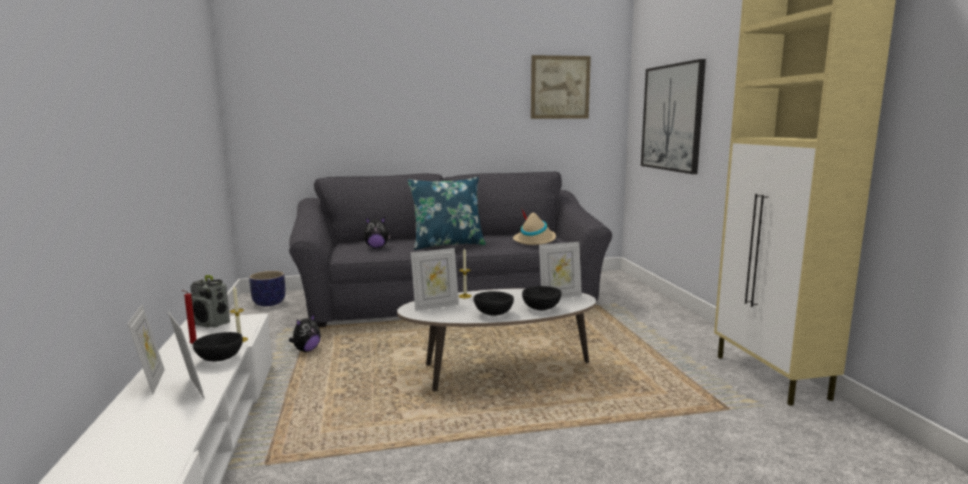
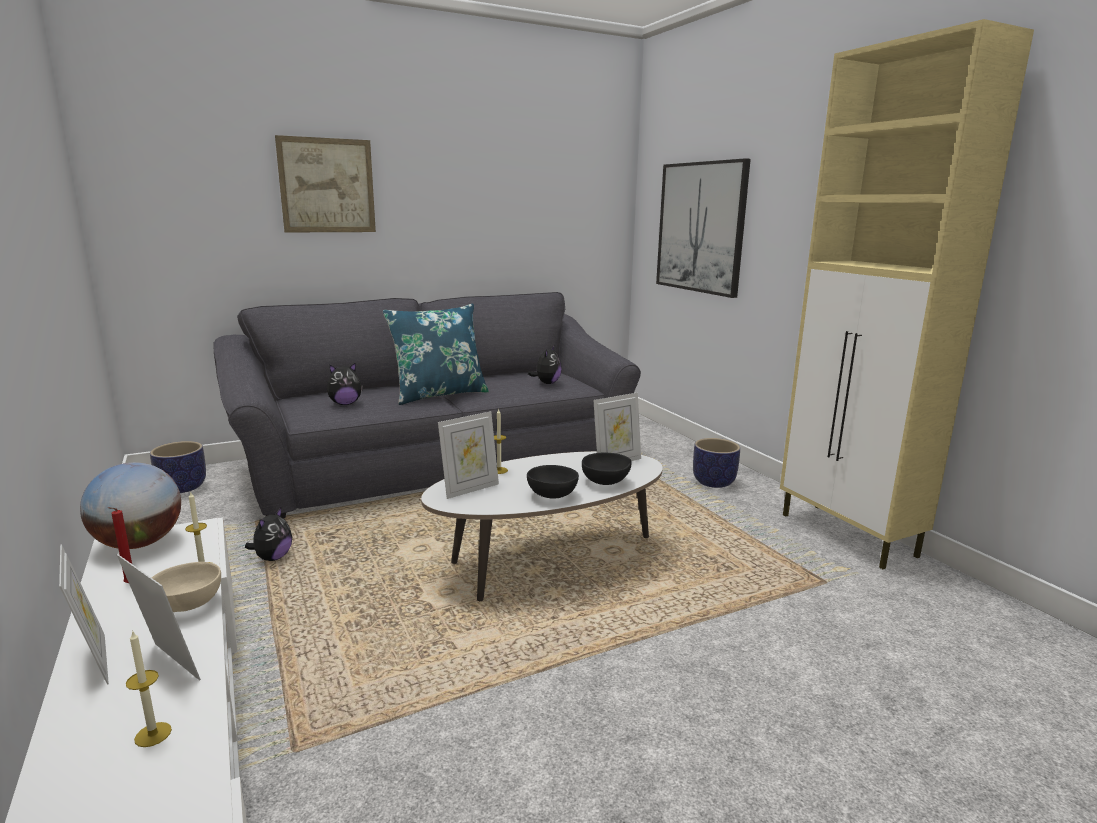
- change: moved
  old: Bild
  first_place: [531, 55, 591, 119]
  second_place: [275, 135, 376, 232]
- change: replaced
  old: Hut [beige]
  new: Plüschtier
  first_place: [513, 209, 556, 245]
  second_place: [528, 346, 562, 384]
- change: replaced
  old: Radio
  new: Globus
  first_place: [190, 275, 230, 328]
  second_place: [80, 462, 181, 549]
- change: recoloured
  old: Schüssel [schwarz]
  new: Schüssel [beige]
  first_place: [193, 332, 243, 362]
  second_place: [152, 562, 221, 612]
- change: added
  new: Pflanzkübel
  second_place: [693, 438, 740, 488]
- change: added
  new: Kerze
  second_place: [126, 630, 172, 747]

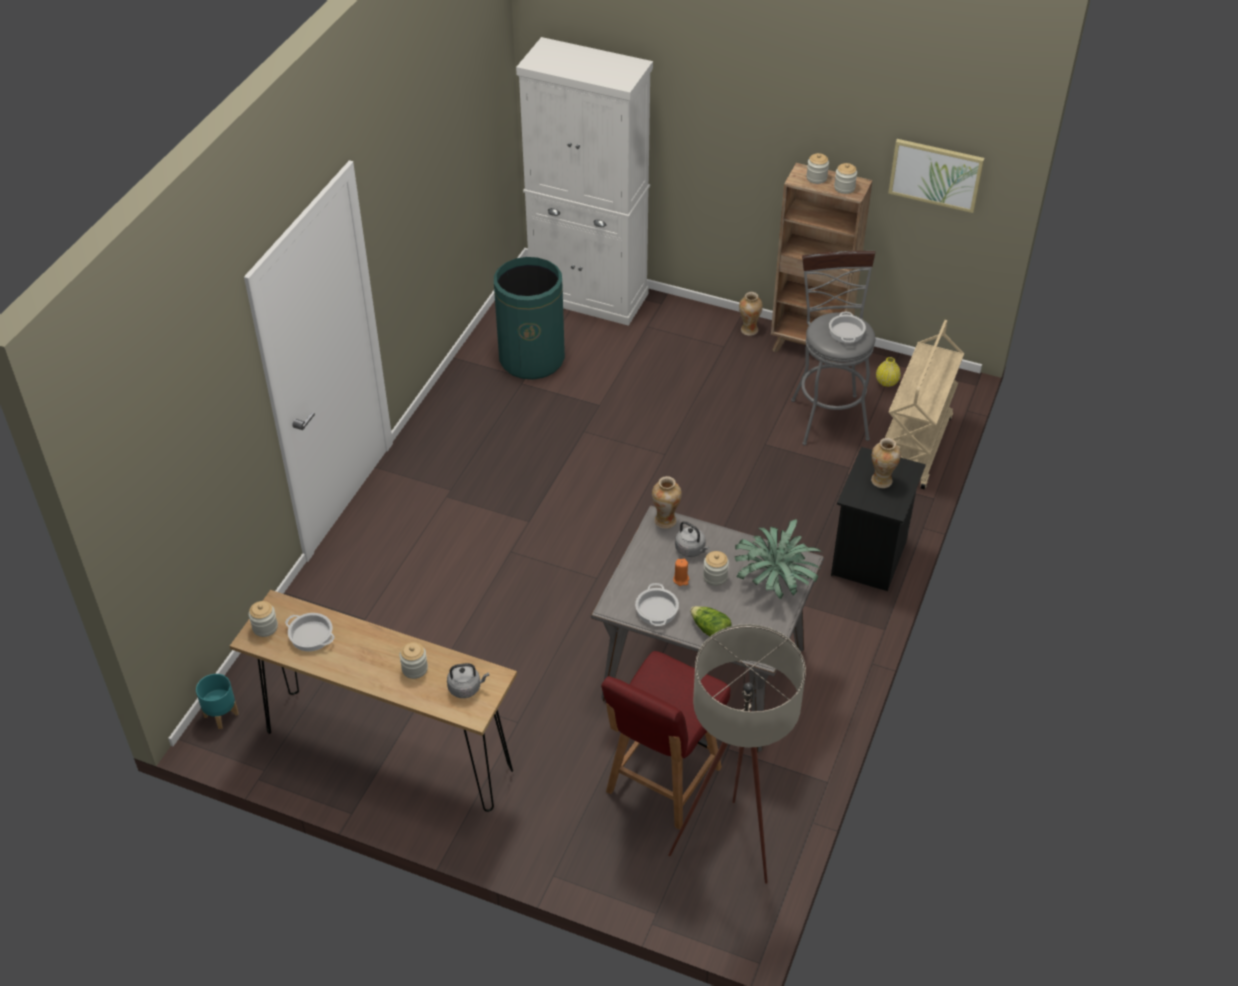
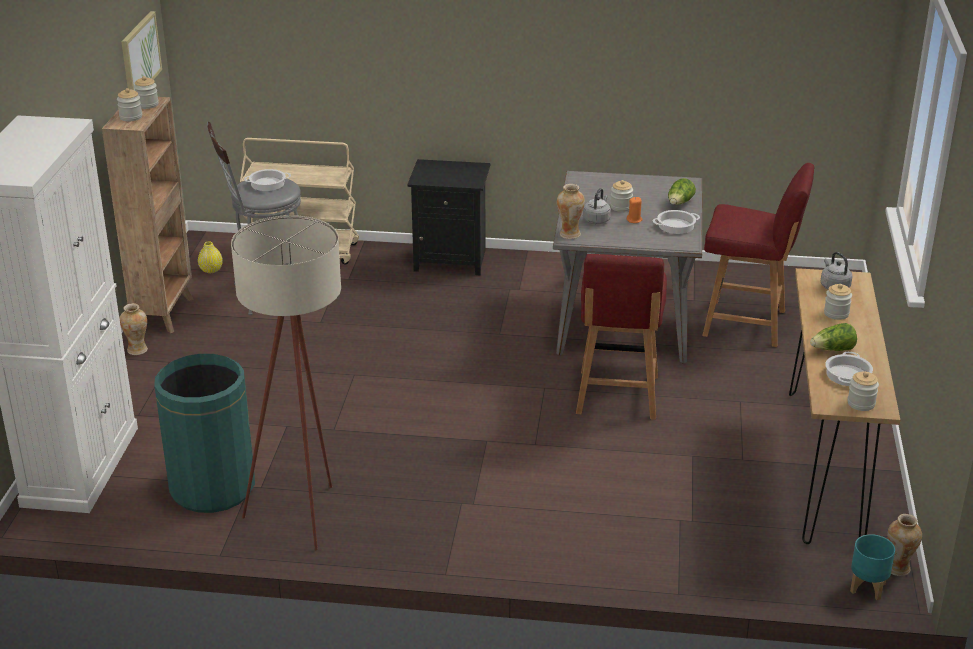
- change: moved
  old: Vase
  first_place: [871, 438, 901, 488]
  second_place: [887, 514, 922, 576]
- change: removed
  old: Topfpflanze
  first_place: [735, 519, 822, 599]
- change: moved
  old: Stehlampe [beige]
  first_place: [668, 624, 806, 884]
  second_place: [231, 215, 341, 550]
- change: added
  new: Stuhl [rot]
  second_place: [576, 254, 667, 420]
- change: added
  new: Salatkopf
  second_place: [810, 323, 857, 351]

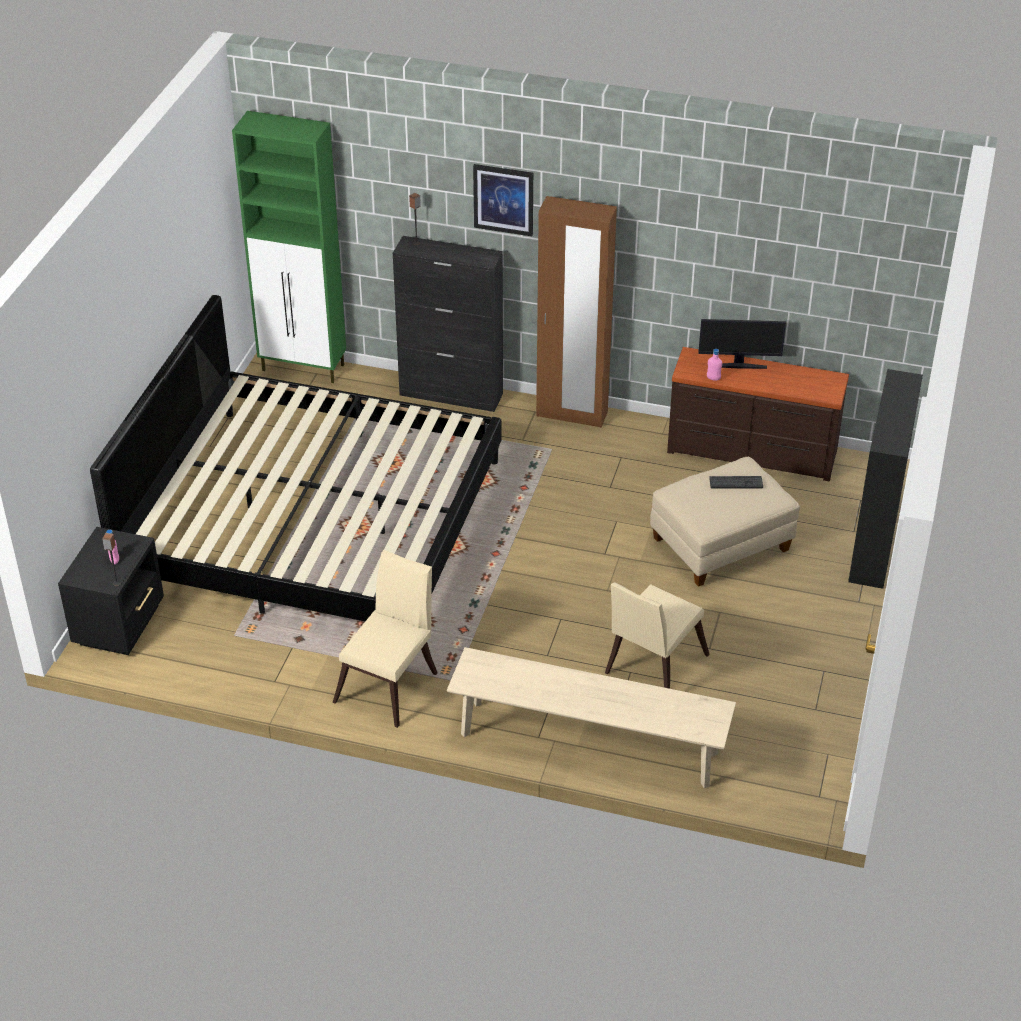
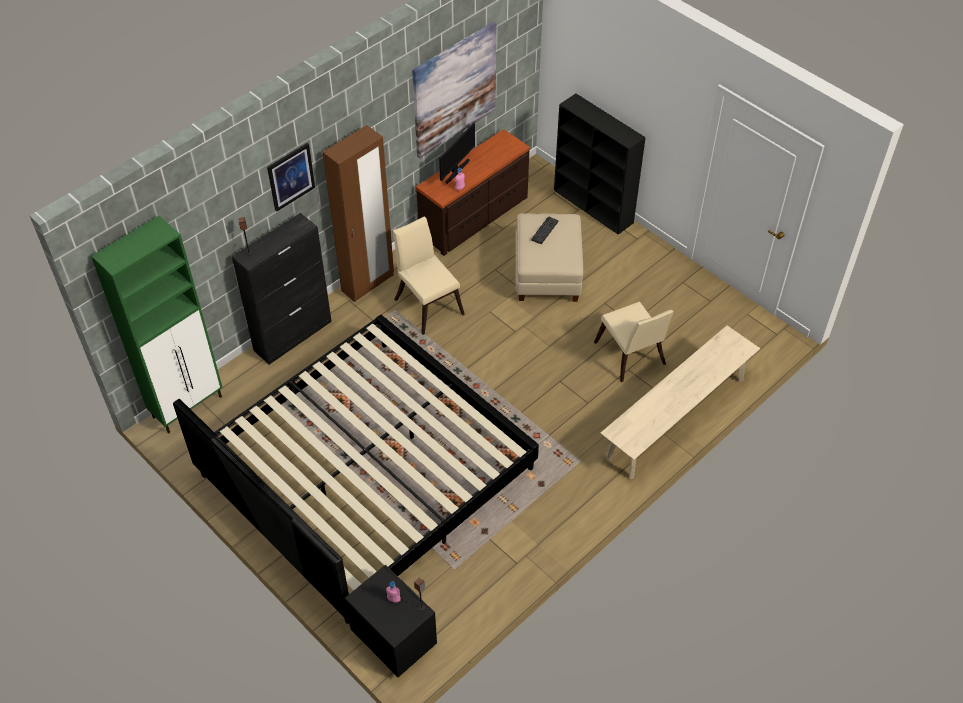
- change: moved
  old: Stuhl [beige]
  first_place: [333, 550, 438, 728]
  second_place: [393, 216, 465, 335]
- change: added
  new: Bild
  second_place: [412, 21, 496, 158]

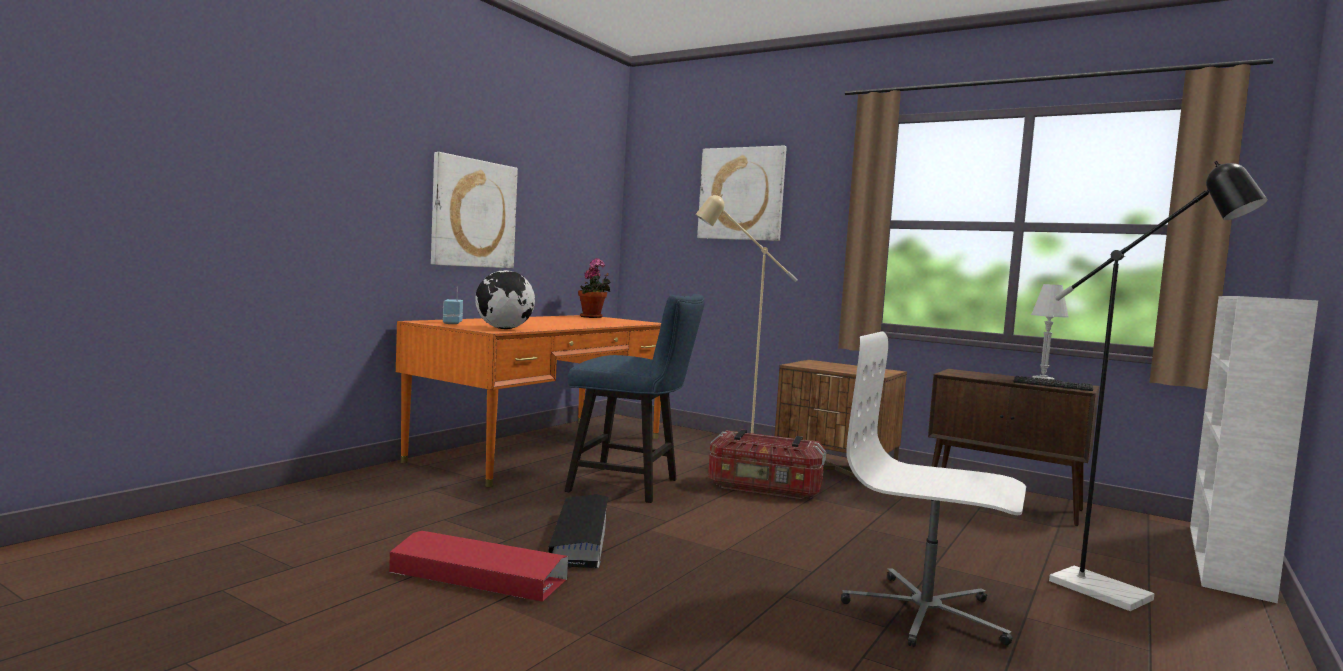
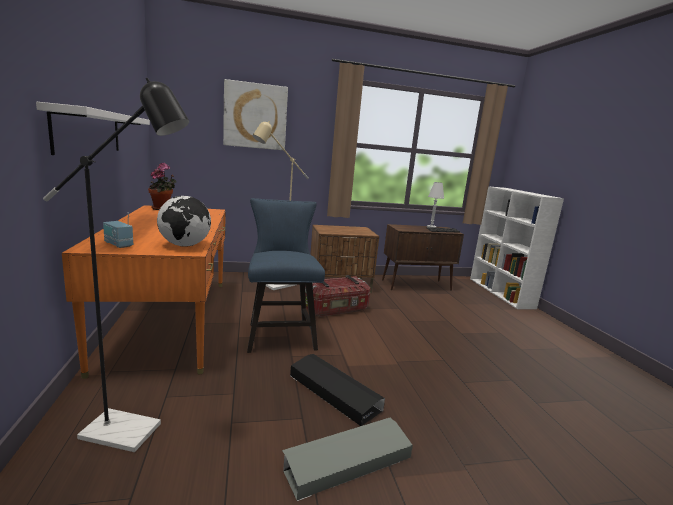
- change: replaced
  old: Bild
  new: Wandregal [weiß]
  first_place: [431, 152, 518, 268]
  second_place: [36, 102, 150, 155]
- change: moved
  old: Stehlampe [schwarz]
  first_place: [1049, 161, 1268, 611]
  second_place: [43, 78, 189, 452]
- change: turned
  old: Stuhl [blau]
  first_place: [564, 294, 705, 503]
  second_place: [247, 198, 325, 353]
  degrees: -75
- change: removed
  old: Bürostuhl [weiß]
  first_place: [841, 332, 1026, 647]
- change: recoloured
  old: Aufbewahrungsbox [rot]
  new: Aufbewahrungsbox [grau]
  first_place: [389, 531, 568, 602]
  second_place: [282, 417, 413, 501]

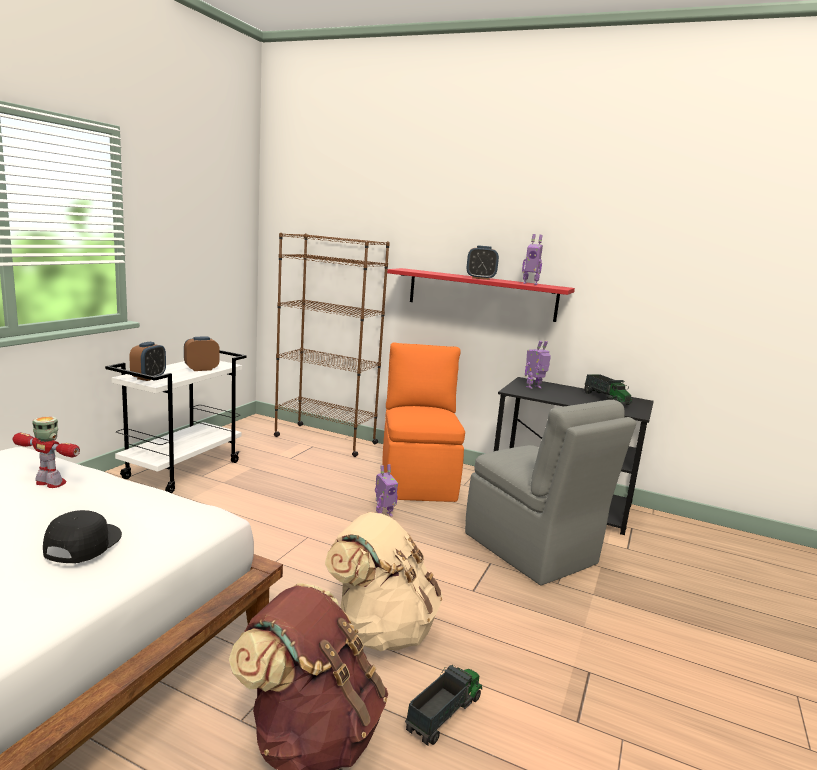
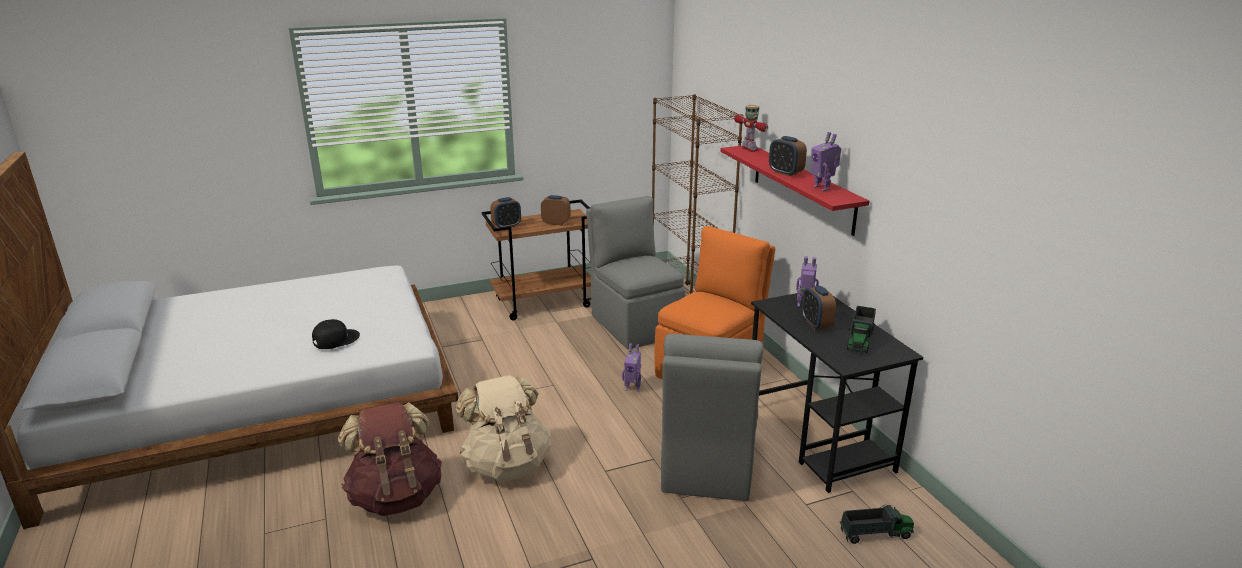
- change: recoloured
  old: Rollwagen [weiß]
  new: Rollwagen [braun]
  first_place: [105, 350, 247, 493]
  second_place: [482, 200, 591, 321]
- change: moved
  old: Spielzeugroboter
  first_place: [13, 416, 80, 488]
  second_place: [734, 105, 768, 152]
- change: moved
  old: Spielzeuglaster
  first_place: [405, 665, 482, 746]
  second_place: [840, 504, 914, 544]
- change: added
  new: Stuhl [grau]
  second_place: [586, 196, 685, 349]
- change: added
  new: Wecker
  second_place: [802, 286, 836, 330]

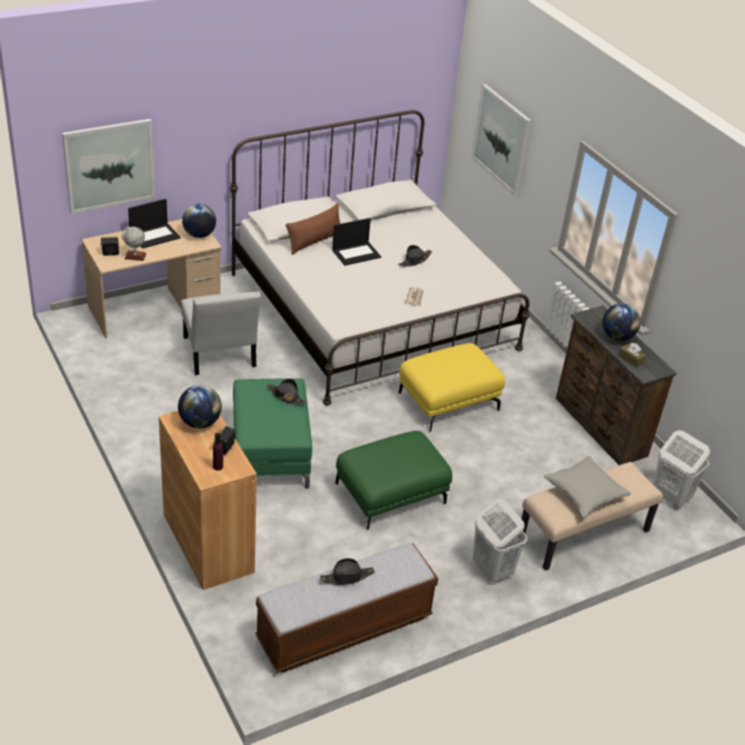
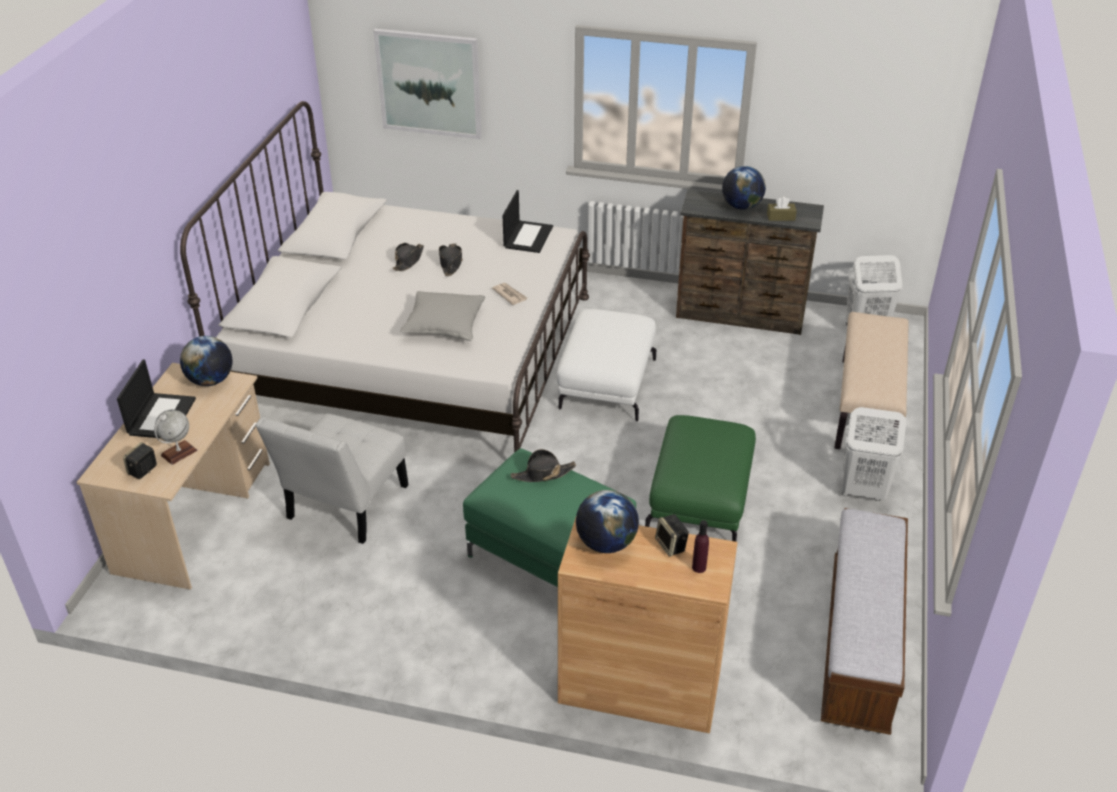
- change: removed
  old: Bild
  first_place: [62, 119, 155, 214]
- change: removed
  old: Kissen [braun]
  first_place: [286, 203, 340, 255]
- change: moved
  old: Laptop
  first_place: [332, 218, 381, 266]
  second_place: [502, 190, 553, 253]
- change: turned
  old: Stuhl [weiß]
  first_place: [181, 291, 261, 375]
  second_place: [255, 414, 409, 544]
  degrees: 90
- change: recoloured
  old: Polsterhocker [gelb]
  new: Polsterhocker [weiß]
  first_place: [399, 343, 505, 432]
  second_place: [557, 309, 656, 421]
- change: moved
  old: Kissen [grau]
  first_place: [543, 456, 631, 518]
  second_place: [400, 291, 485, 341]
- change: moved
  old: Hut [schwarz]
  first_place: [320, 558, 375, 585]
  second_place: [393, 243, 424, 271]

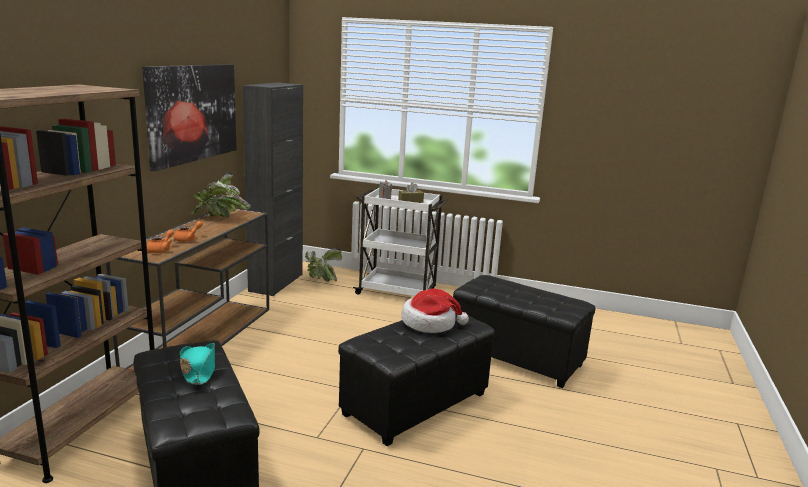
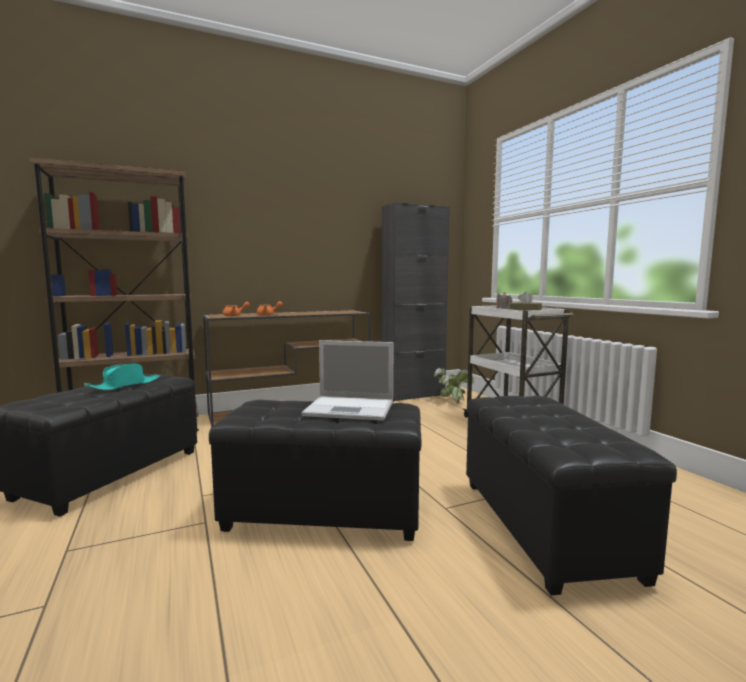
- change: removed
  old: Bild
  first_place: [142, 64, 236, 171]
- change: removed
  old: Topfpflanze
  first_place: [191, 172, 250, 217]
- change: replaced
  old: Hut
  new: Laptop
  first_place: [401, 288, 469, 333]
  second_place: [301, 340, 394, 421]

